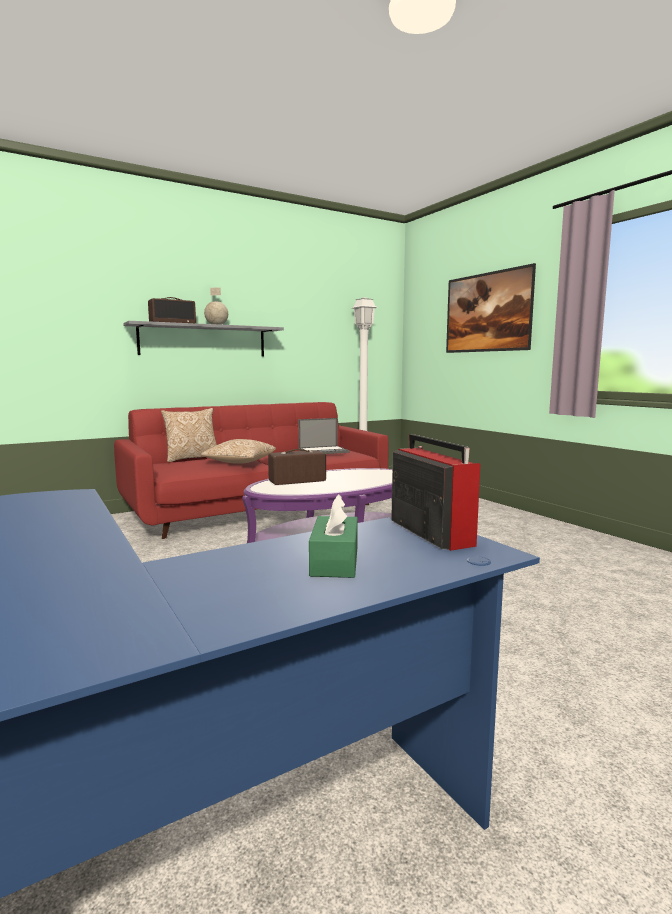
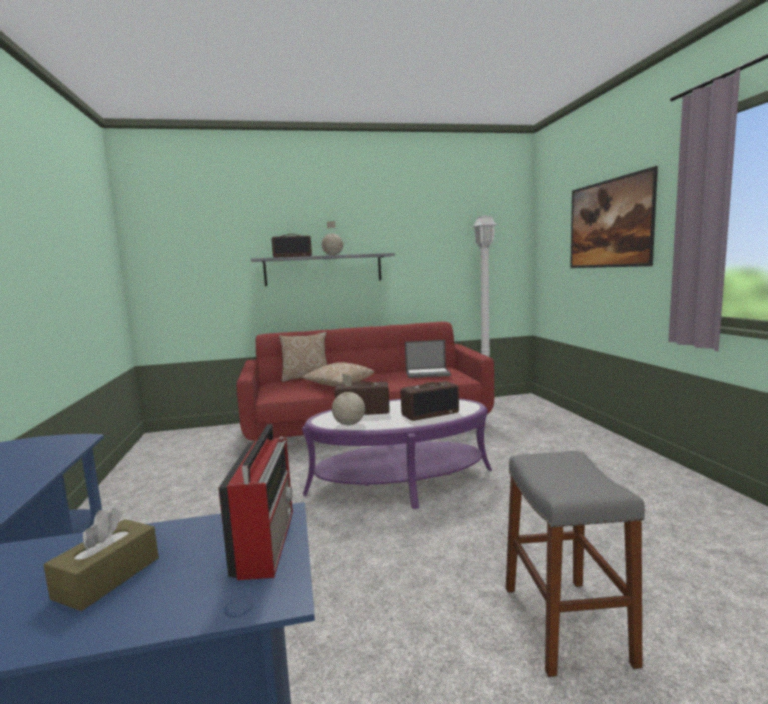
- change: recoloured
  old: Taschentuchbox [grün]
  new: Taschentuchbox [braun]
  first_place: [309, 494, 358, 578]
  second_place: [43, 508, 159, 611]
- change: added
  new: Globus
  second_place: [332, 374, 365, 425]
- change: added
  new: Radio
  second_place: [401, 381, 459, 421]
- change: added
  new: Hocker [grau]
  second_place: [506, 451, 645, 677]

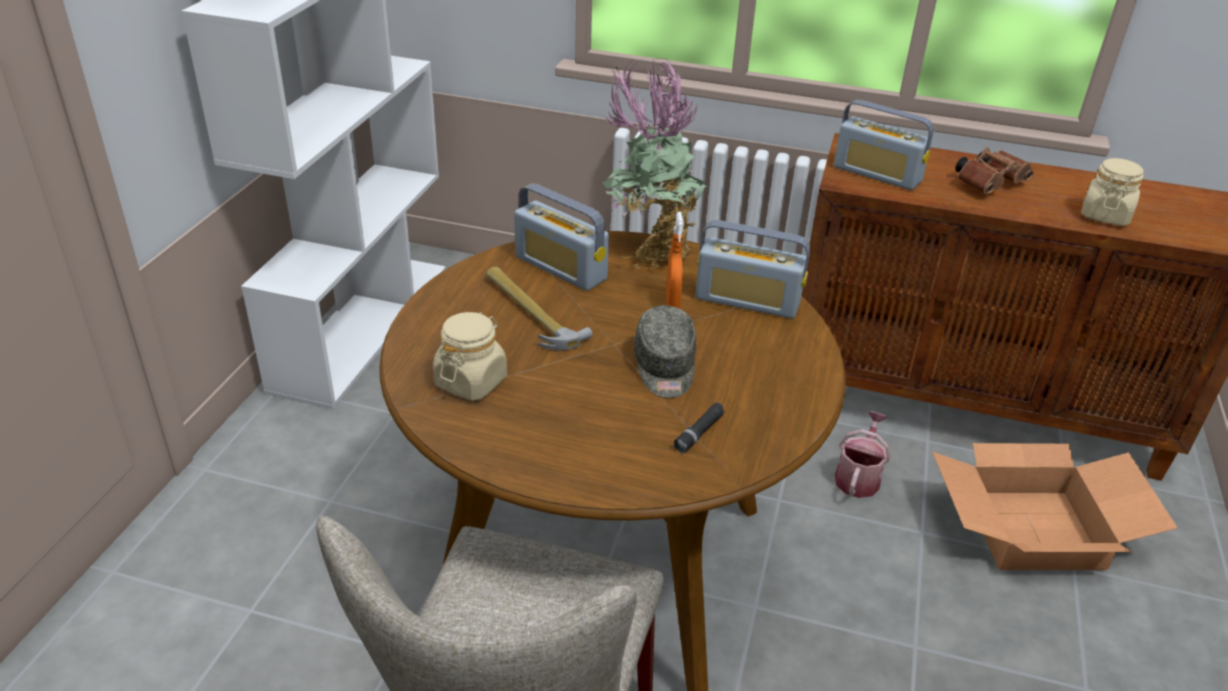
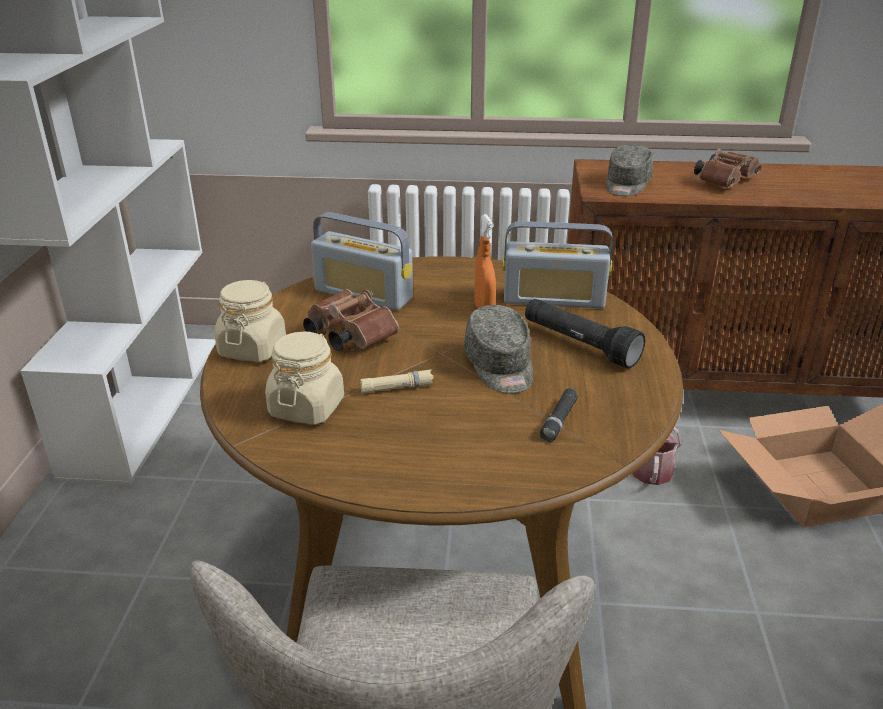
- change: removed
  old: Topfpflanze
  first_place: [602, 58, 708, 270]
- change: replaced
  old: Radio
  new: Kappe [grau]
  first_place: [834, 100, 934, 190]
  second_place: [606, 144, 653, 196]
- change: moved
  old: Vorratsglas [beige]
  first_place: [1081, 158, 1144, 226]
  second_place: [214, 280, 286, 362]
- change: replaced
  old: Hammer
  new: Fernglas [braun]
  first_place: [486, 267, 592, 351]
  second_place: [303, 289, 399, 351]
- change: added
  new: Taschenlampe [schwarz]
  second_place: [525, 299, 645, 369]
- change: added
  new: Taschenlampe [beige]
  second_place: [360, 370, 434, 394]

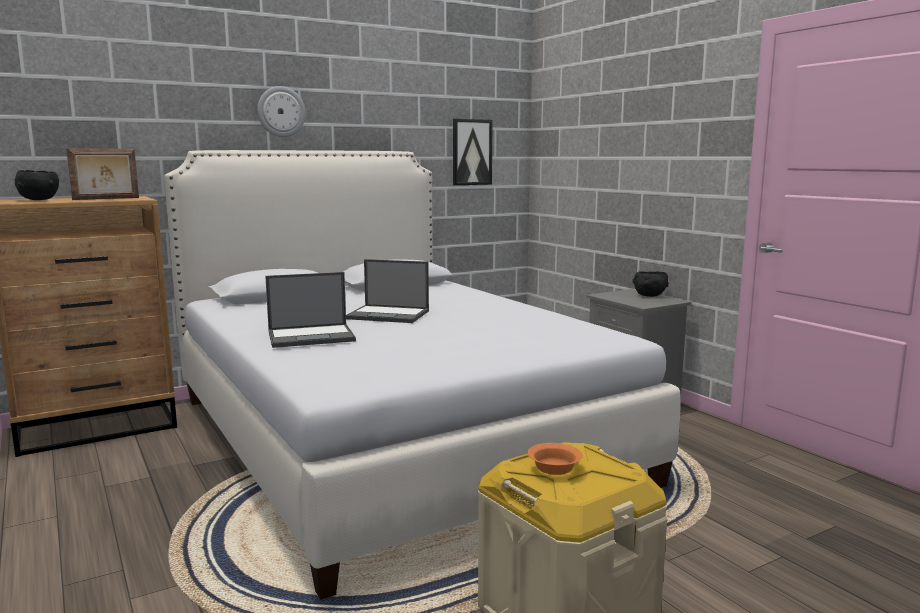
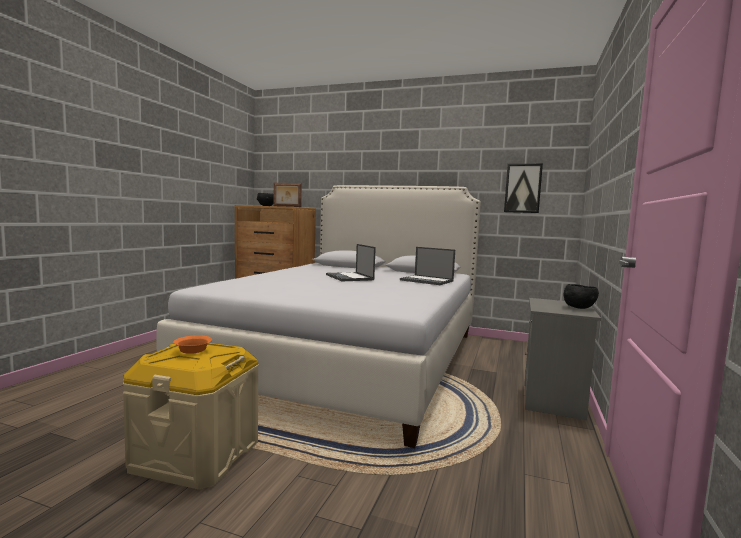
- change: removed
  old: Wanduhr
  first_place: [257, 86, 306, 137]
- change: moved
  old: Laptop
  first_place: [265, 272, 356, 348]
  second_place: [400, 247, 455, 285]

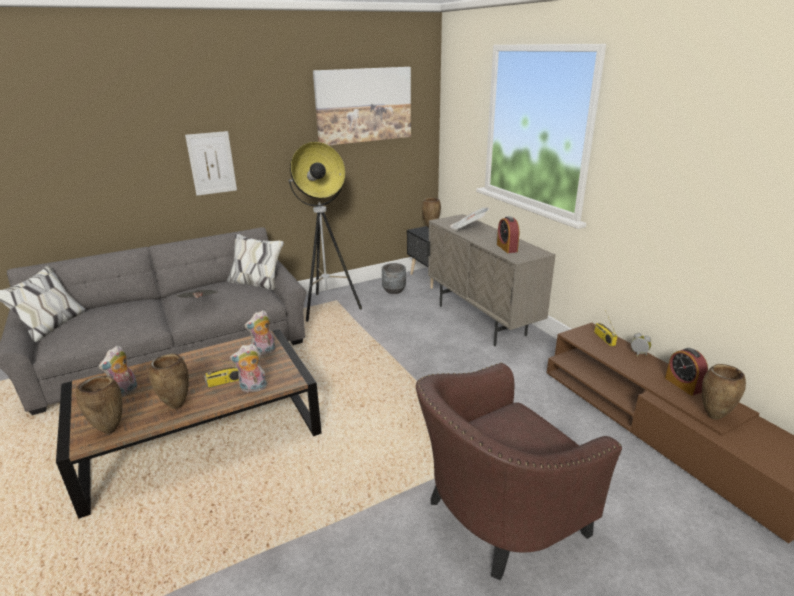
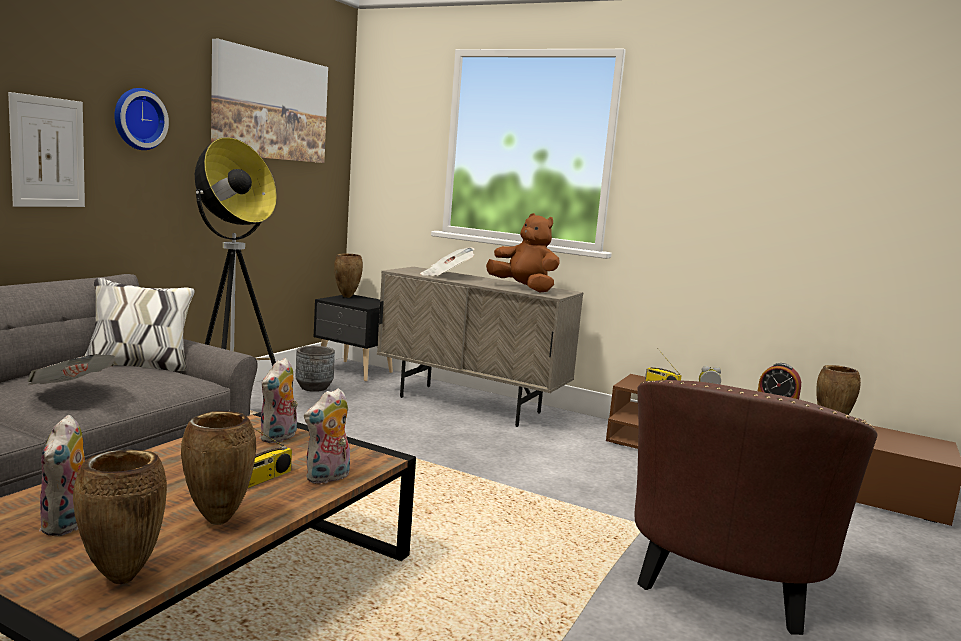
- change: replaced
  old: Wecker
  new: Plüschtier [braun]
  first_place: [497, 216, 519, 253]
  second_place: [486, 213, 560, 292]
- change: added
  new: Wanduhr
  second_place: [114, 88, 169, 150]

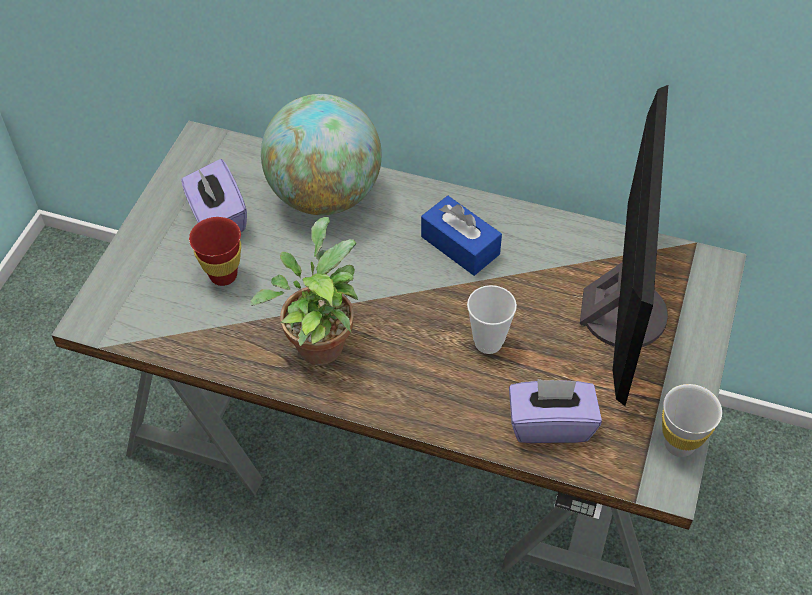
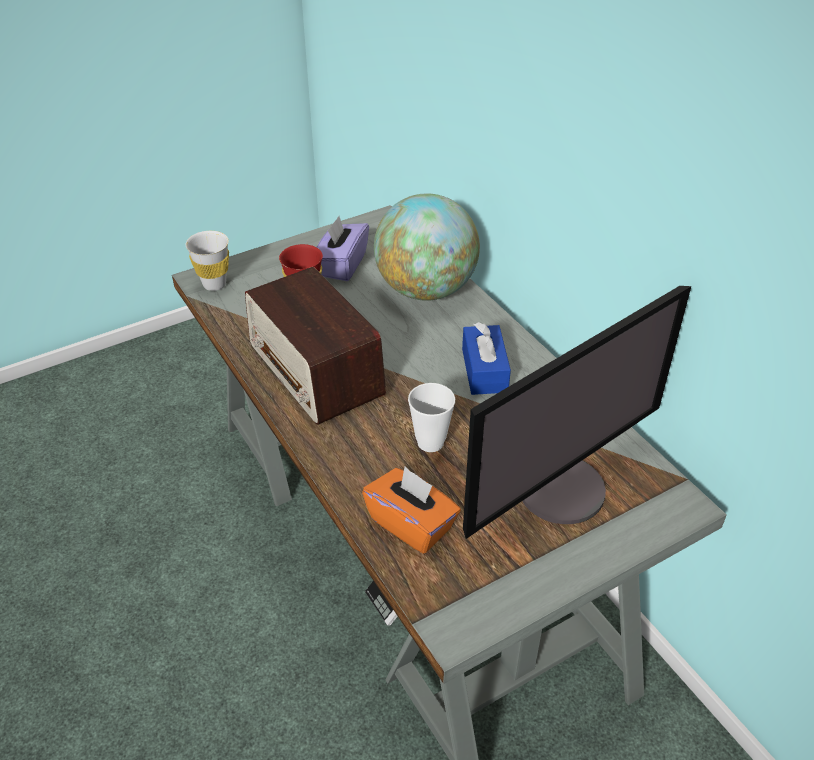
- change: replaced
  old: Topfpflanze
  new: Radio
  first_place: [250, 217, 358, 366]
  second_place: [245, 267, 386, 425]
- change: recoloured
  old: Taschentuchbox [lila]
  new: Taschentuchbox [orange]
  first_place: [509, 379, 602, 443]
  second_place: [362, 466, 461, 554]
- change: moved
  old: Tasse [weiß]
  first_place: [662, 384, 722, 457]
  second_place: [186, 231, 229, 291]

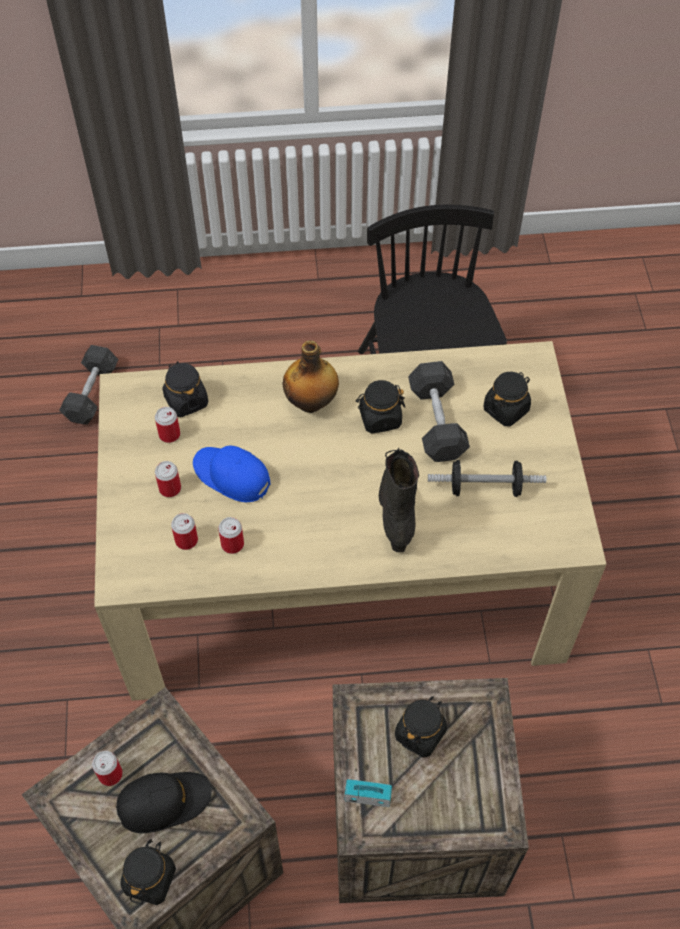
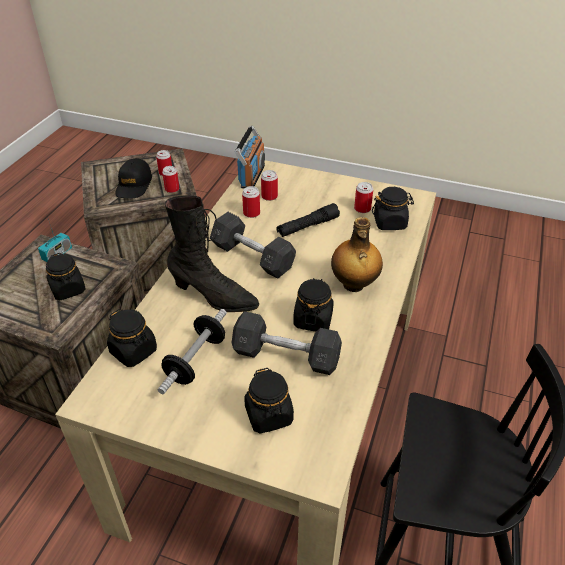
- change: moved
  old: Hantel [grau]
  first_place: [59, 345, 119, 425]
  second_place: [210, 212, 296, 279]
- change: replaced
  old: Kappe [blau]
  new: Taschenlampe [schwarz]
  first_place: [193, 446, 270, 502]
  second_place: [277, 203, 340, 237]
- change: moved
  old: Dose
  first_place: [155, 461, 181, 497]
  second_place: [162, 166, 179, 193]
- change: moved
  old: Vorratsglas [schwarz]
  first_place: [120, 839, 176, 905]
  second_place: [107, 309, 157, 367]
- change: added
  new: Radio
  second_place: [235, 125, 265, 189]

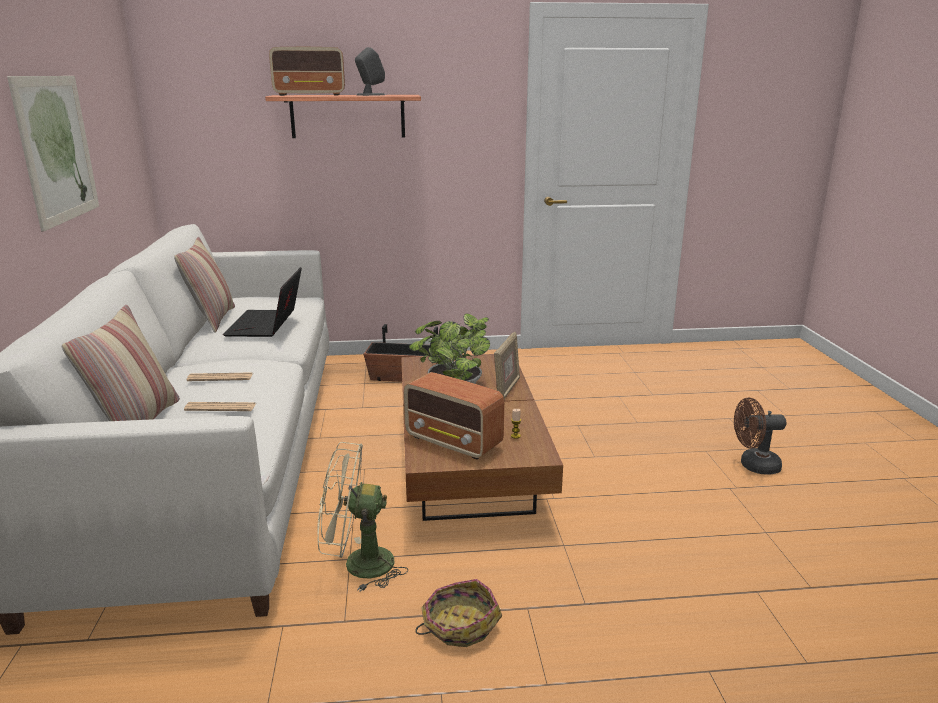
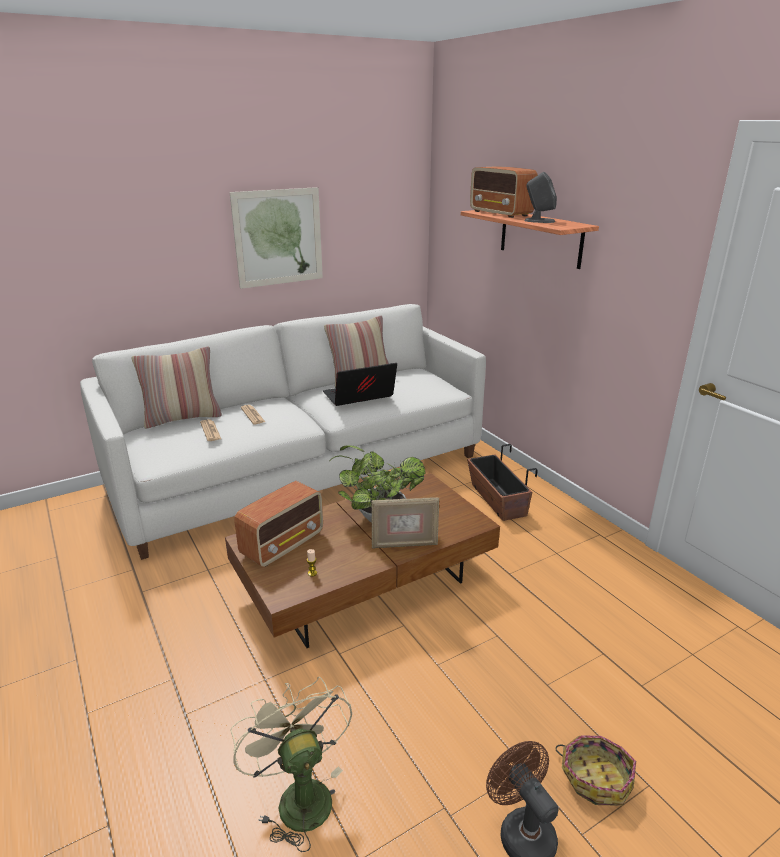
- change: turned
  old: Radio
  first_place: [404, 372, 504, 460]
  second_place: [234, 481, 323, 567]
  degrees: -150
- change: moved
  old: Ventilator [beige]
  first_place: [318, 442, 408, 592]
  second_place: [230, 677, 352, 852]
- change: moved
  old: Korb
  first_place: [415, 579, 502, 647]
  second_place: [555, 735, 636, 805]

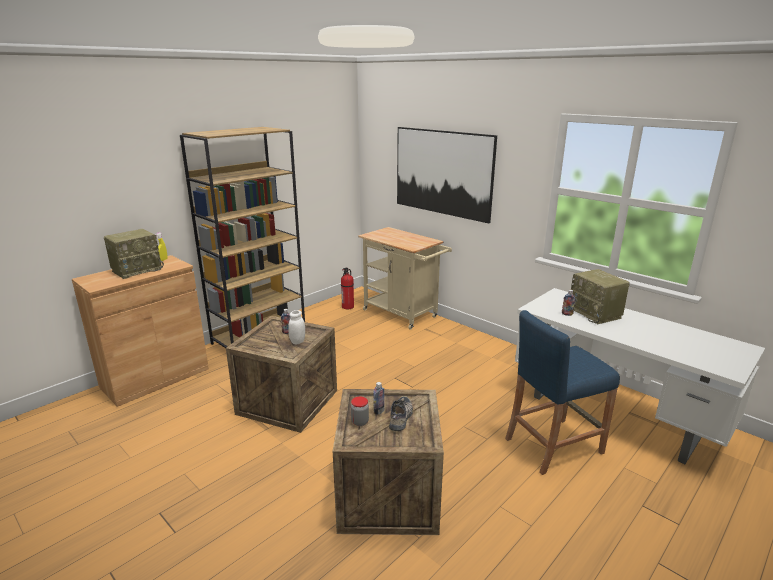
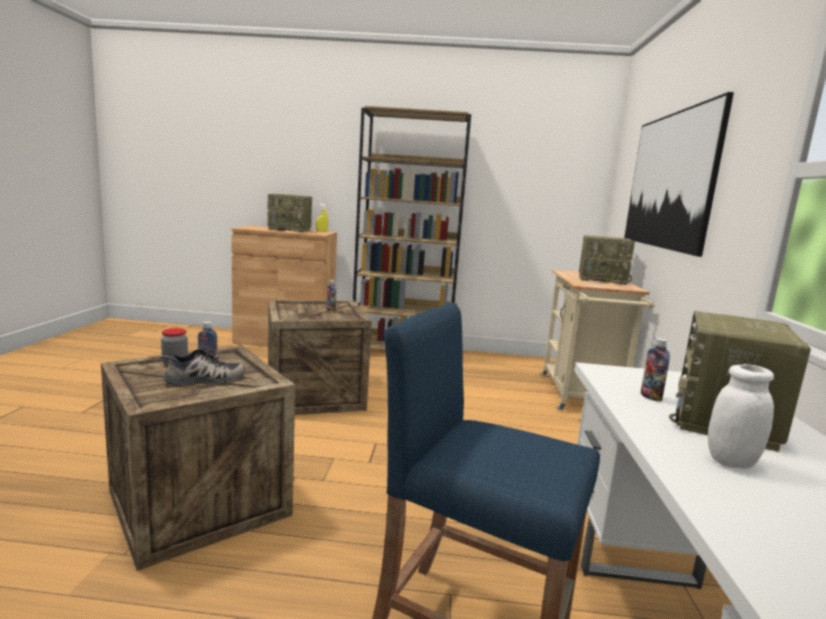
- change: removed
  old: Feuerlöscher
  first_place: [341, 268, 354, 309]
- change: moved
  old: Vorratsglas [weiß]
  first_place: [288, 310, 305, 345]
  second_place: [708, 364, 774, 469]
- change: added
  new: Radio
  second_place: [579, 235, 635, 285]

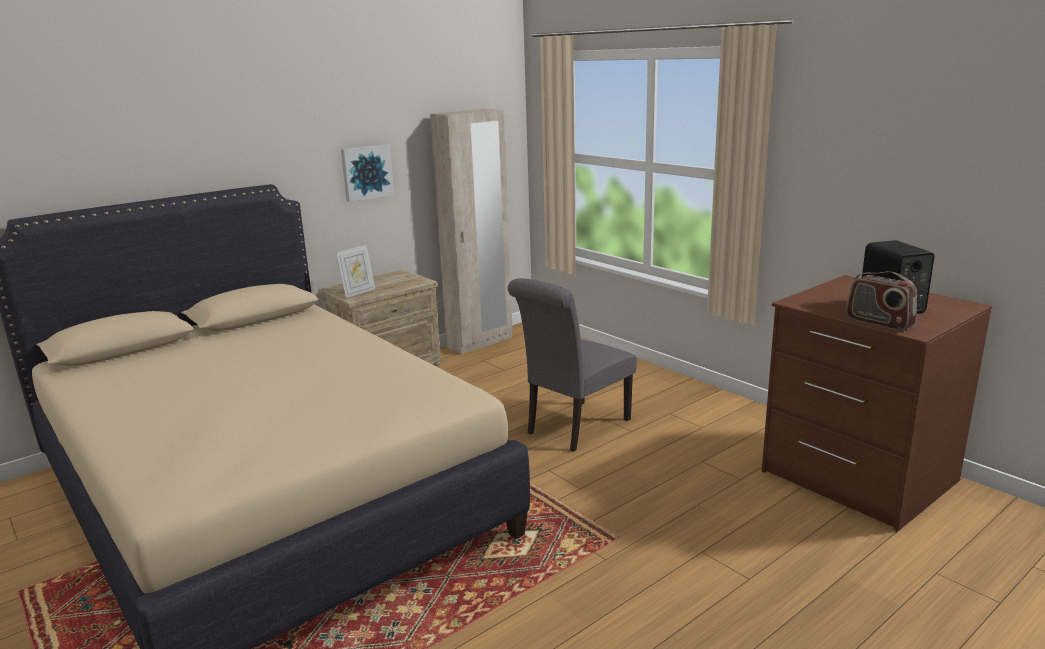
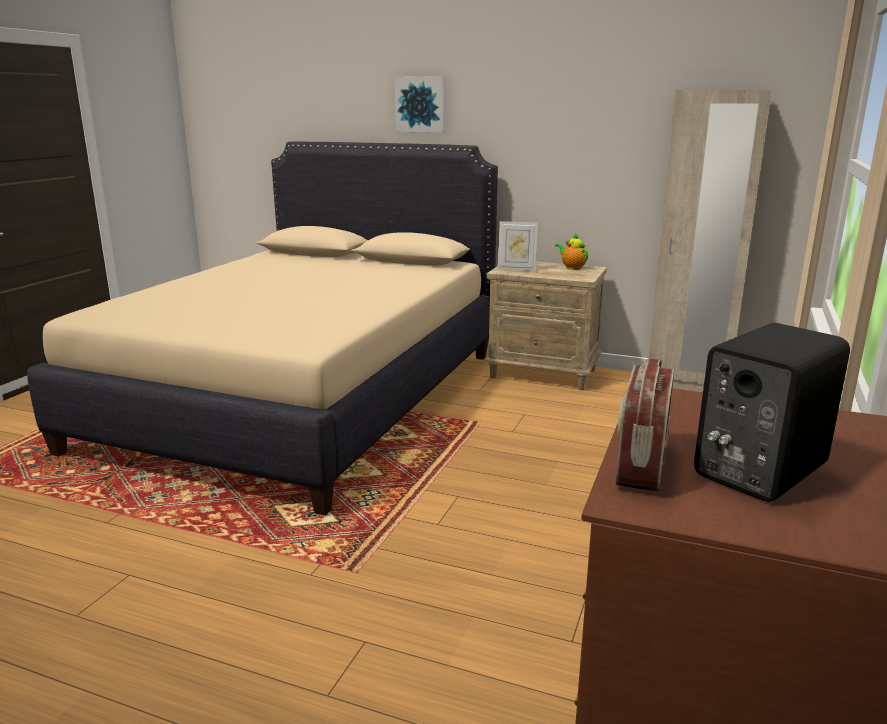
- change: moved
  old: Bild
  first_place: [341, 144, 394, 202]
  second_place: [395, 76, 446, 133]
- change: removed
  old: Stuhl [grau]
  first_place: [508, 278, 637, 452]
- change: added
  new: Teekanne
  second_place: [555, 233, 588, 270]

